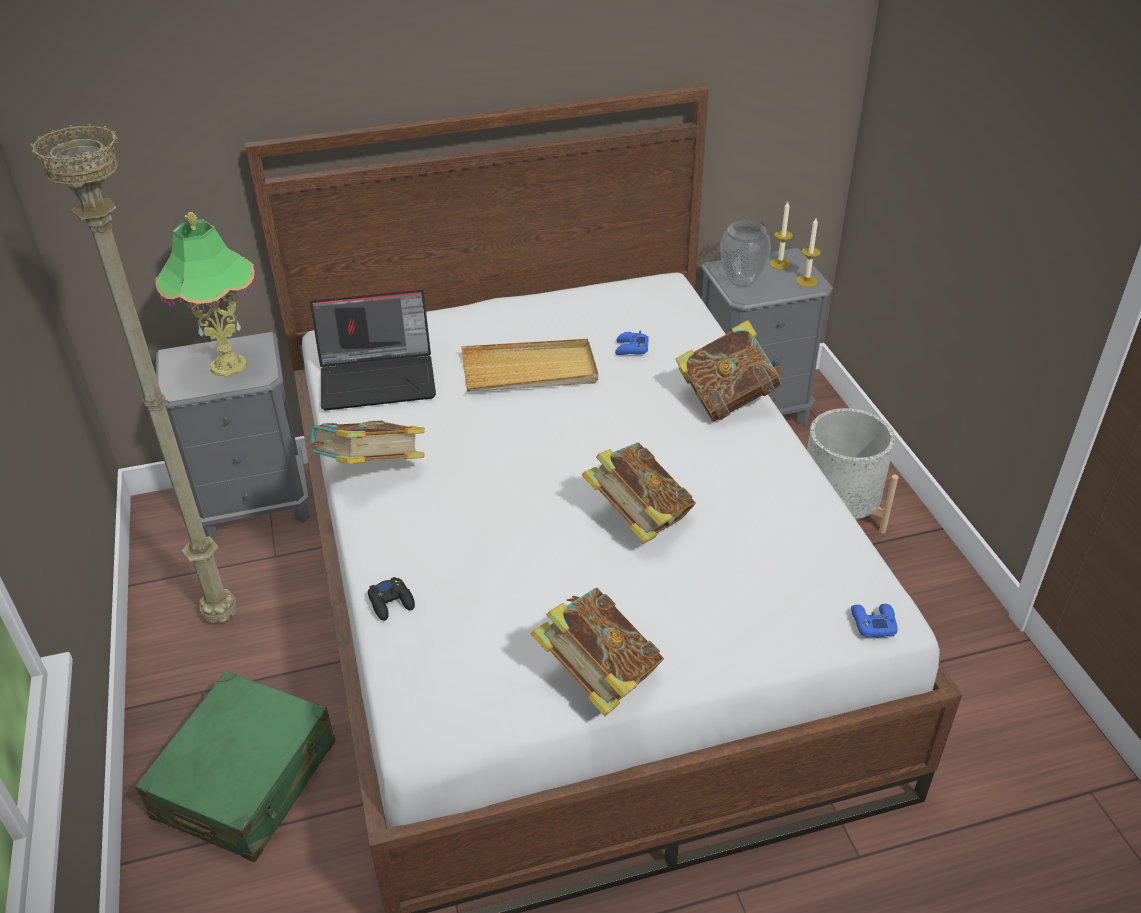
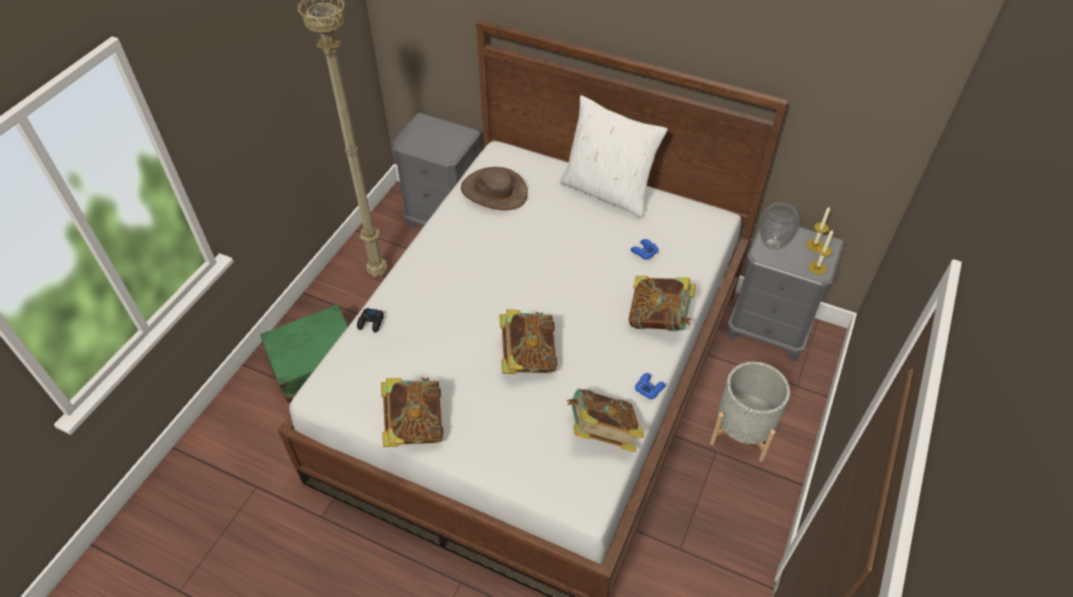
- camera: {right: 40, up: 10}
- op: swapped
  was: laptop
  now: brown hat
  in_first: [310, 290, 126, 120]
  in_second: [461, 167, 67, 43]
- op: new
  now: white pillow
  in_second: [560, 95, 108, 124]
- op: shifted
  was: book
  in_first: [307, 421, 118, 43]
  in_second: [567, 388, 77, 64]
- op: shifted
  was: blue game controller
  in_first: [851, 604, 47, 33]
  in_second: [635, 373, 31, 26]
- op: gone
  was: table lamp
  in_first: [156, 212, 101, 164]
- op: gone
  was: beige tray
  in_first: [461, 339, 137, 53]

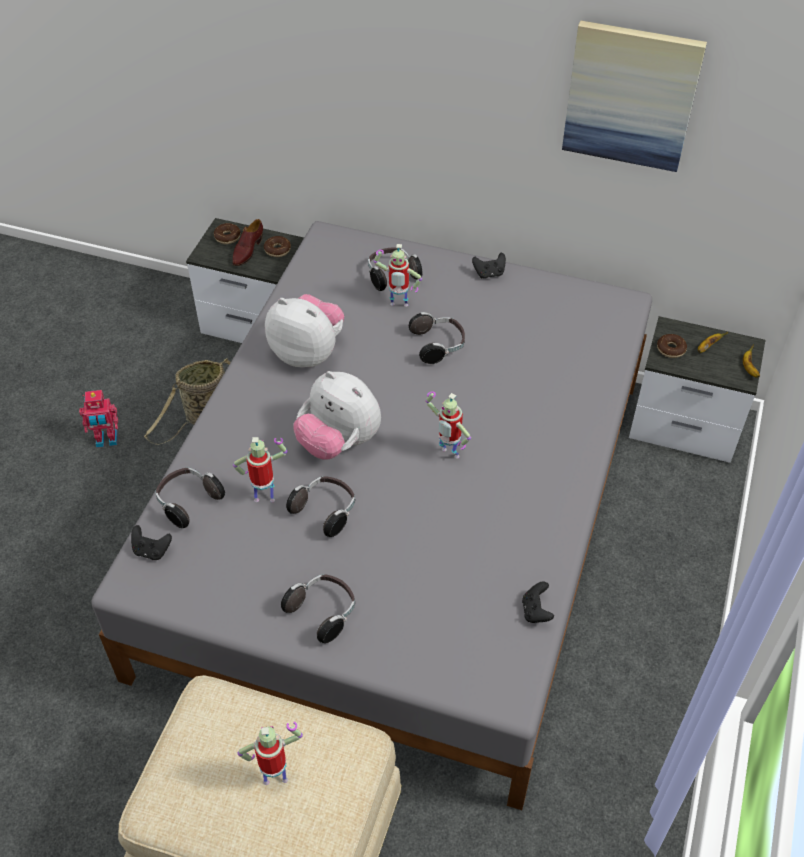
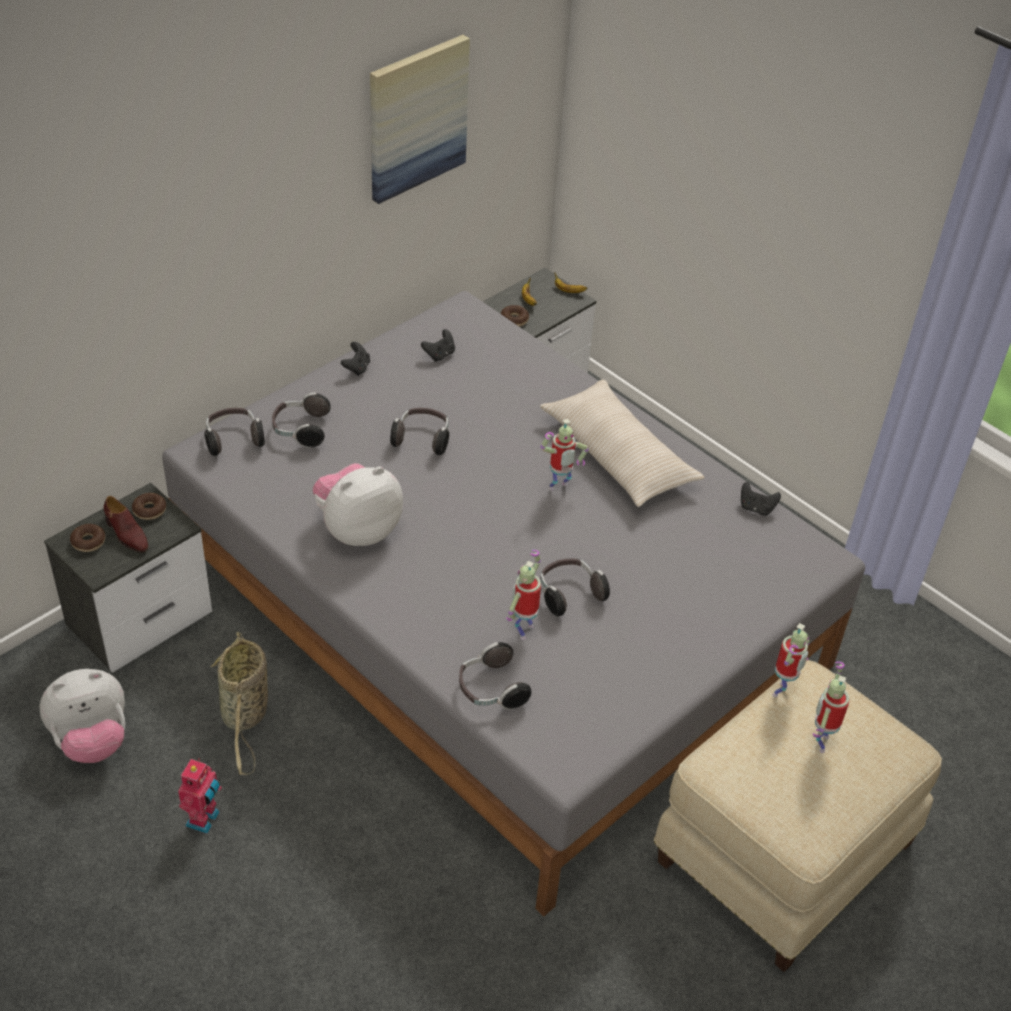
- camera: {right: -65, up: -5}
- op: shifted
  was: plush toy
  in_first: [293, 371, 88, 89]
  in_second: [39, 669, 86, 94]
- op: shifted
  was: headphones
  in_first: [281, 574, 74, 69]
  in_second: [204, 408, 61, 48]
- op: shifted
  was: black game controller
  in_first: [131, 525, 41, 35]
  in_second: [421, 329, 34, 33]
- op: new
  now: beige pillow
  in_second: [540, 380, 165, 127]
- op: shifted
  was: toy robot
  in_first: [374, 244, 48, 63]
  in_second: [772, 623, 37, 74]

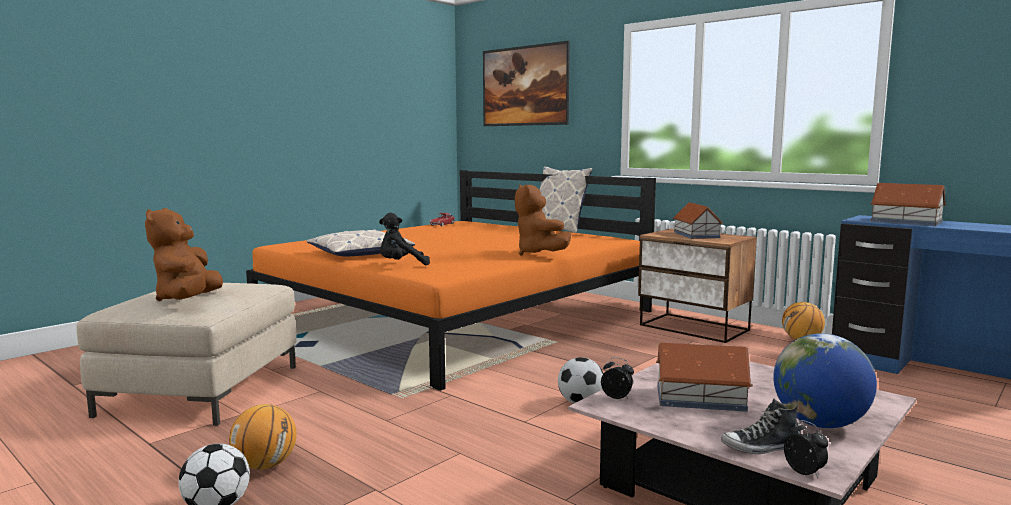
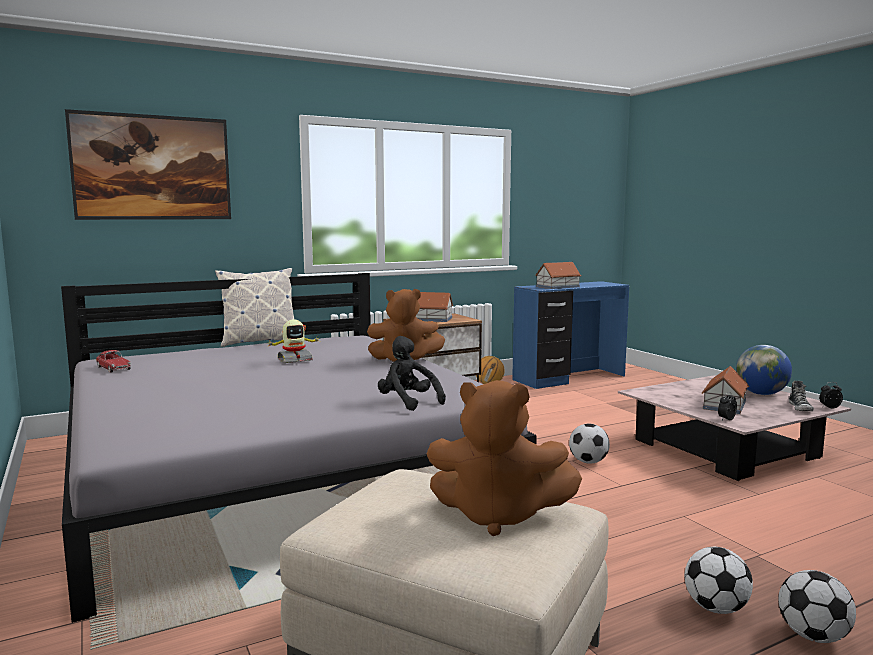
- camera: {right: -70, up: 0}
- op: repainted
  was: orange bed
  now: grey bed
  in_first: [246, 170, 410, 221]
  in_second: [61, 273, 476, 350]
- op: new
  now: toy robot
  in_second: [269, 319, 51, 44]
- op: rotated
  was: black plush toy
  in_first: [379, 213, 51, 52]
  in_second: [378, 336, 68, 75]
  clockwise: 135
- op: swapped
  was: basketball
  now: football
  in_first: [229, 404, 68, 66]
  in_second: [684, 547, 69, 67]
- op: gone
  was: pillow
  in_first: [307, 229, 108, 27]

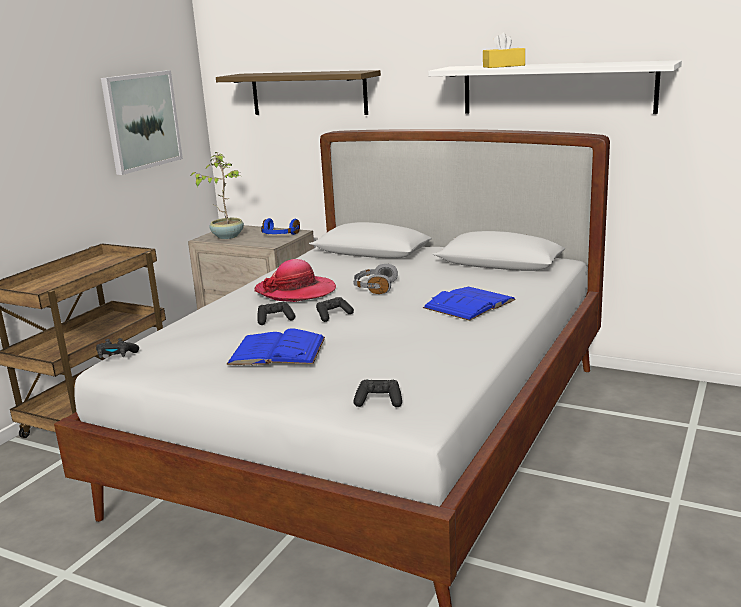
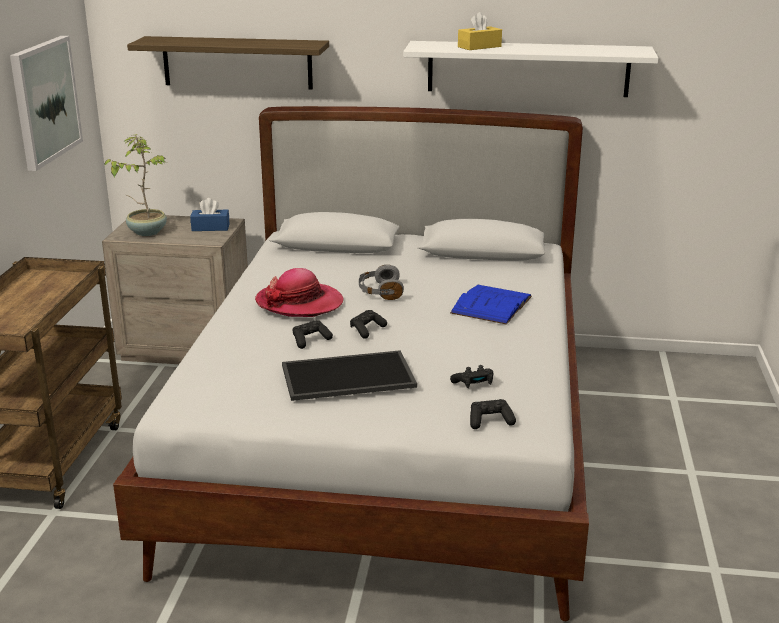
- camera: {right: -20, up: 5}
- op: swapped
  was: blue headphones
  now: blue tissue box
  in_first: [261, 218, 39, 17]
  in_second: [190, 198, 40, 33]
- op: swapped
  was: blue book
  now: tray
  in_first: [227, 328, 98, 37]
  in_second: [282, 350, 135, 51]
- op: shifted
  was: black game controller
  in_first: [96, 338, 43, 20]
  in_second: [450, 365, 44, 23]

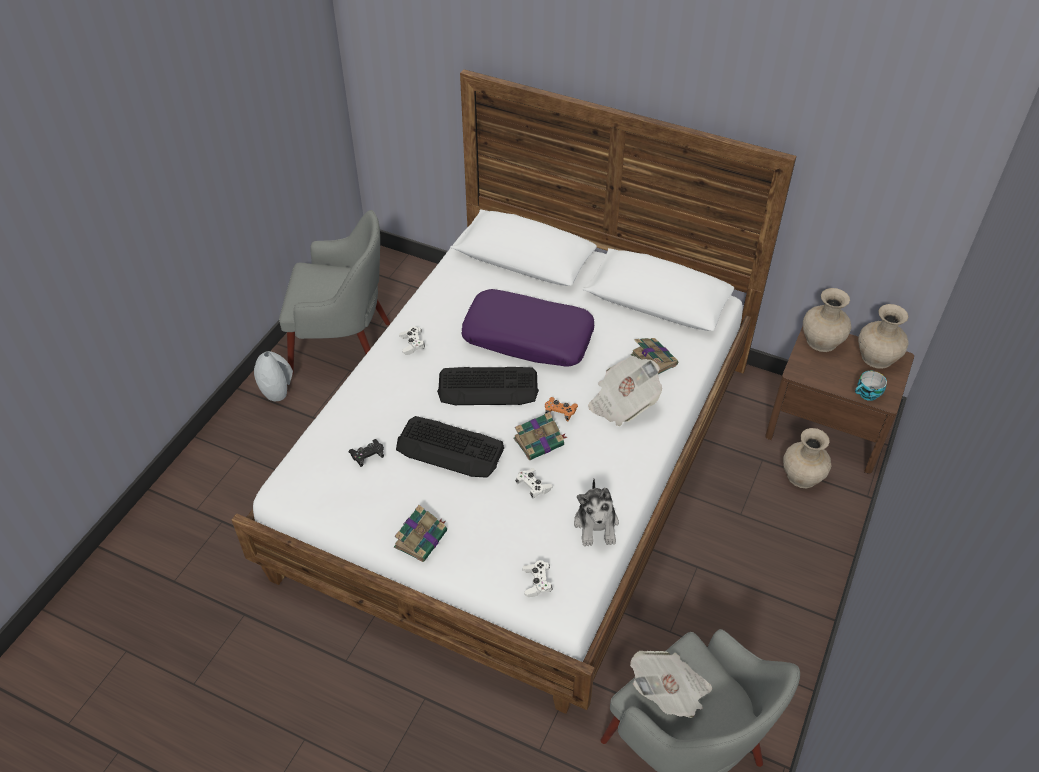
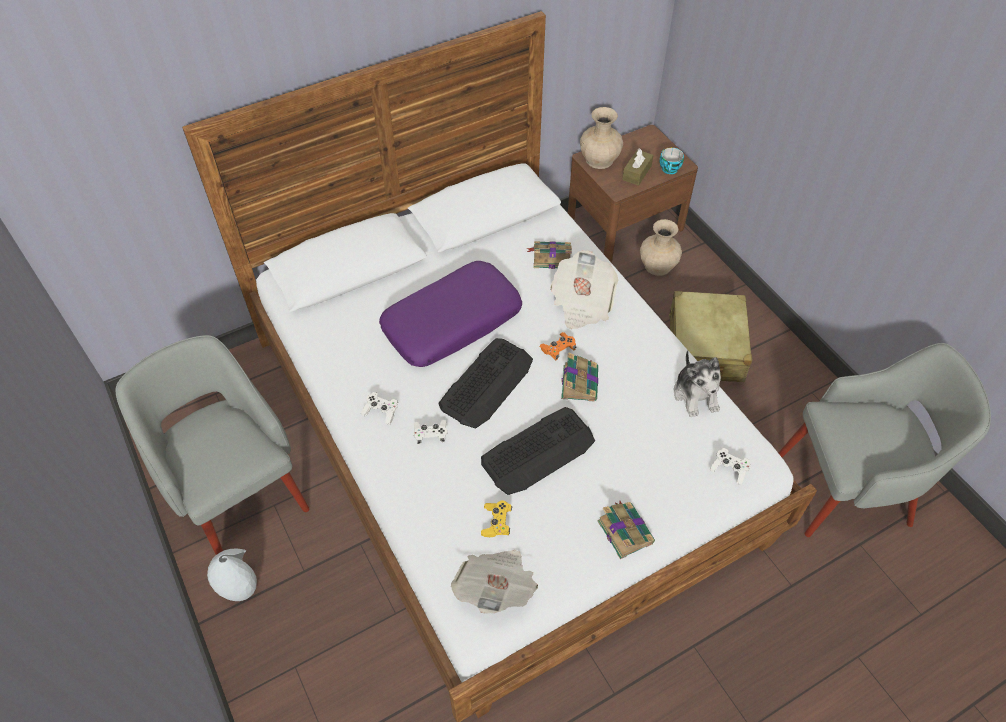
- camera: {right: -55, up: 5}
- op: rotated
  was: grey armchair
  in_first: [279, 210, 111, 166]
  in_second: [115, 335, 194, 220]
  clockwise: -75
- op: shifted
  was: white game controller
  in_first: [515, 468, 38, 31]
  in_second: [413, 420, 35, 25]
- op: shifted
  was: newspaper
  in_first: [630, 651, 82, 67]
  in_second: [451, 550, 87, 64]
- op: repainted
  was: black game controller
  now: yellow game controller
  in_first: [349, 439, 35, 28]
  in_second: [481, 501, 32, 36]
- op: new
  now: brown tissue box
  in_second: [622, 149, 31, 37]
- op: new
  now: beige suitcase
  in_second: [669, 291, 83, 91]
- op: rotated
  was: plush toy
  in_first: [574, 479, 45, 67]
  in_second: [674, 350, 47, 67]
  clockwise: 45
- op: gone
  was: beige vase
  in_first: [858, 304, 51, 65]

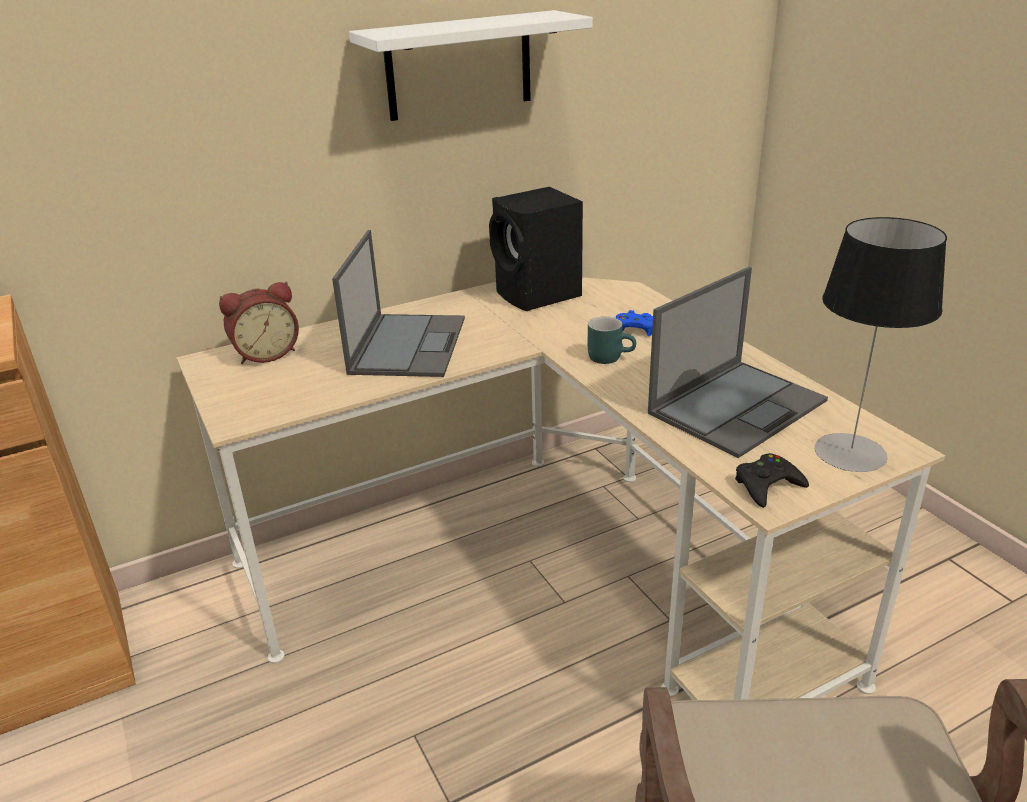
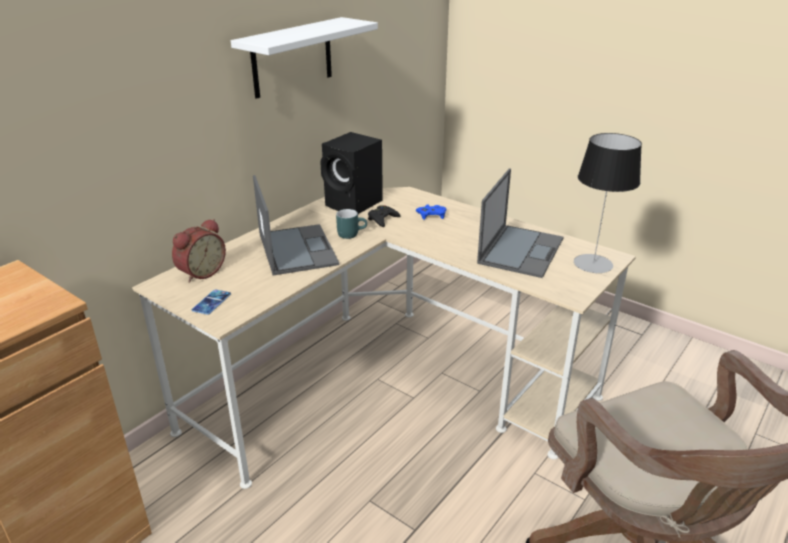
- camera: {right: -25, up: 0}
- op: new
  now: phone
  in_second: [192, 289, 39, 26]
- op: shifted
  was: turquoise mug
  in_first: [588, 317, 48, 47]
  in_second: [336, 209, 31, 30]
- op: shifted
  was: black game controller
  in_first: [735, 453, 74, 55]
  in_second: [368, 205, 33, 22]

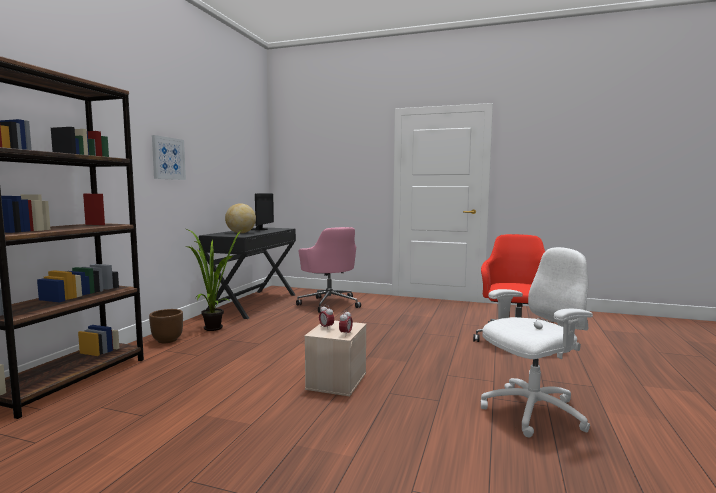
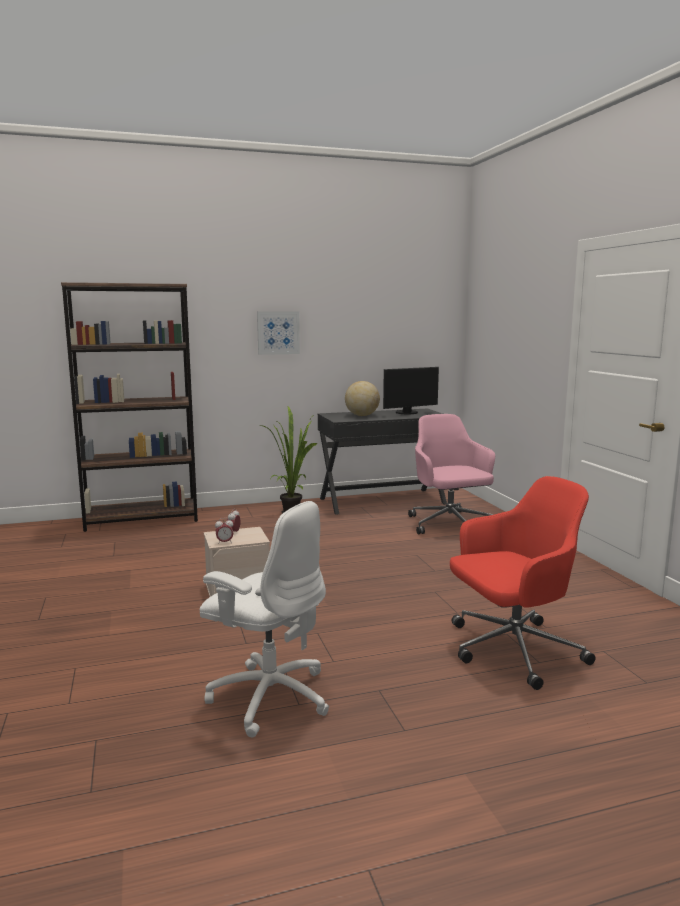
- camera: {right: 55, up: 5}
- op: rotated
  was: pink office chair
  in_first: [296, 227, 65, 86]
  in_second: [408, 414, 87, 120]
  clockwise: 135
- op: gone
  was: brown planter
  in_first: [149, 309, 34, 34]

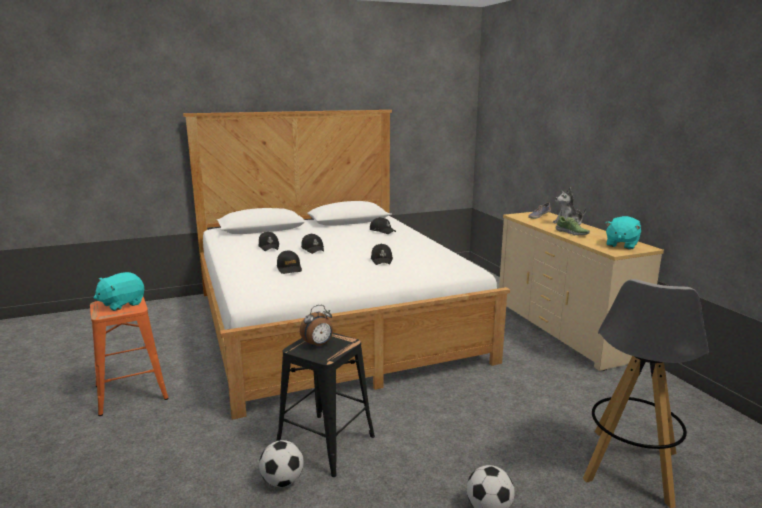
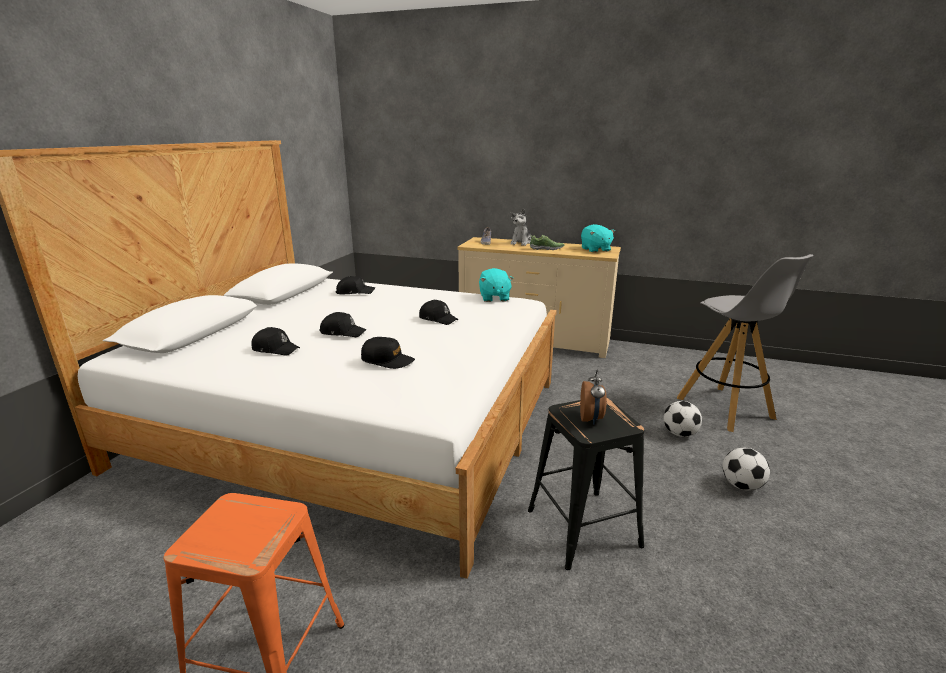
- camera: {right: -50, up: 5}
- op: shifted
  was: turquoise plush toy
  in_first: [94, 272, 50, 39]
  in_second: [479, 268, 34, 34]
- op: shifted
  was: football
  in_first: [259, 440, 45, 47]
  in_second: [664, 401, 38, 36]

